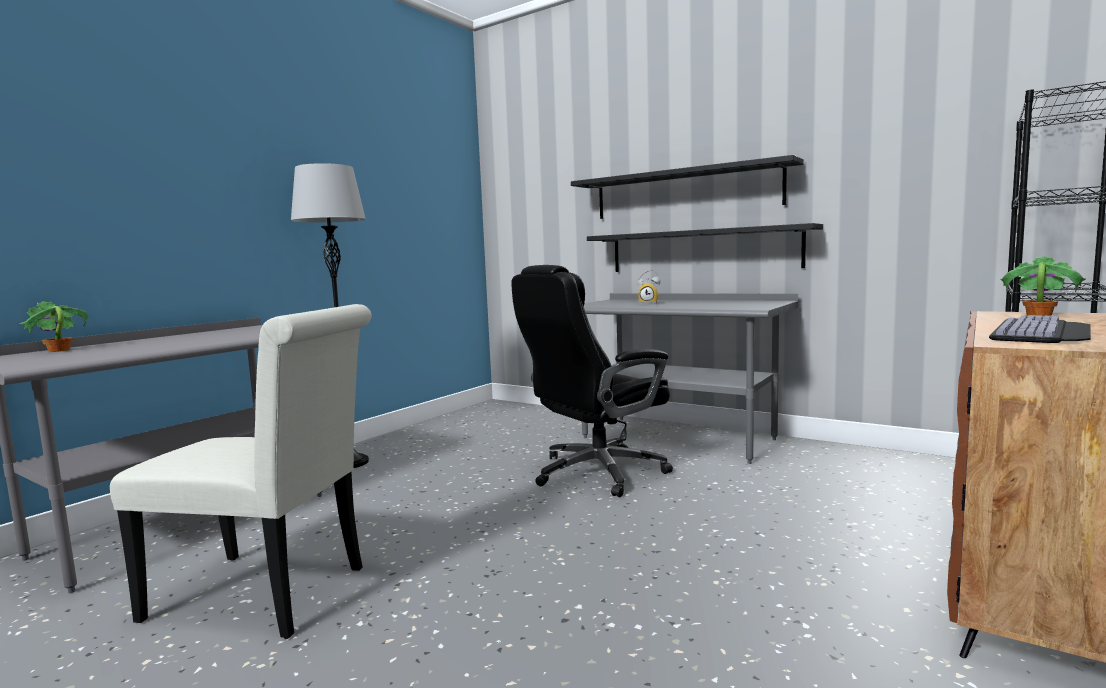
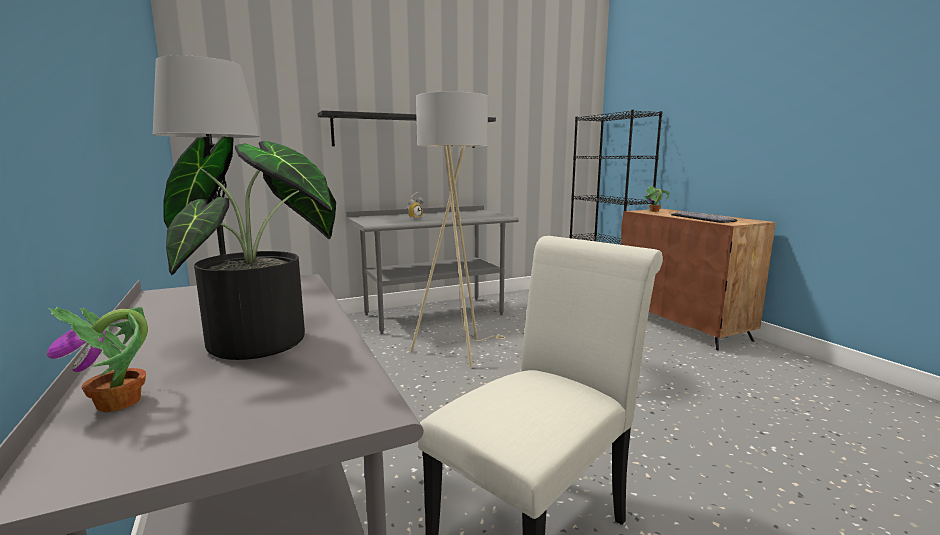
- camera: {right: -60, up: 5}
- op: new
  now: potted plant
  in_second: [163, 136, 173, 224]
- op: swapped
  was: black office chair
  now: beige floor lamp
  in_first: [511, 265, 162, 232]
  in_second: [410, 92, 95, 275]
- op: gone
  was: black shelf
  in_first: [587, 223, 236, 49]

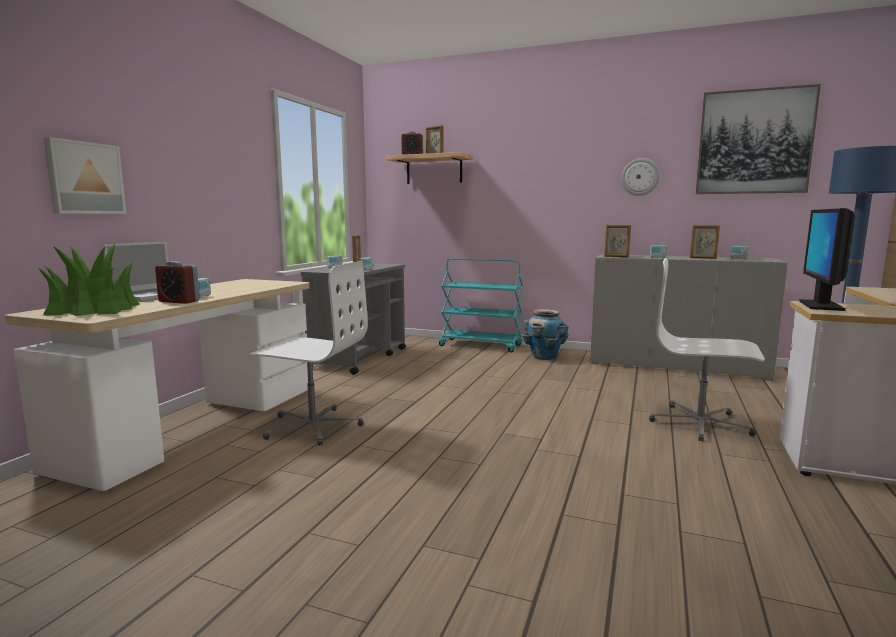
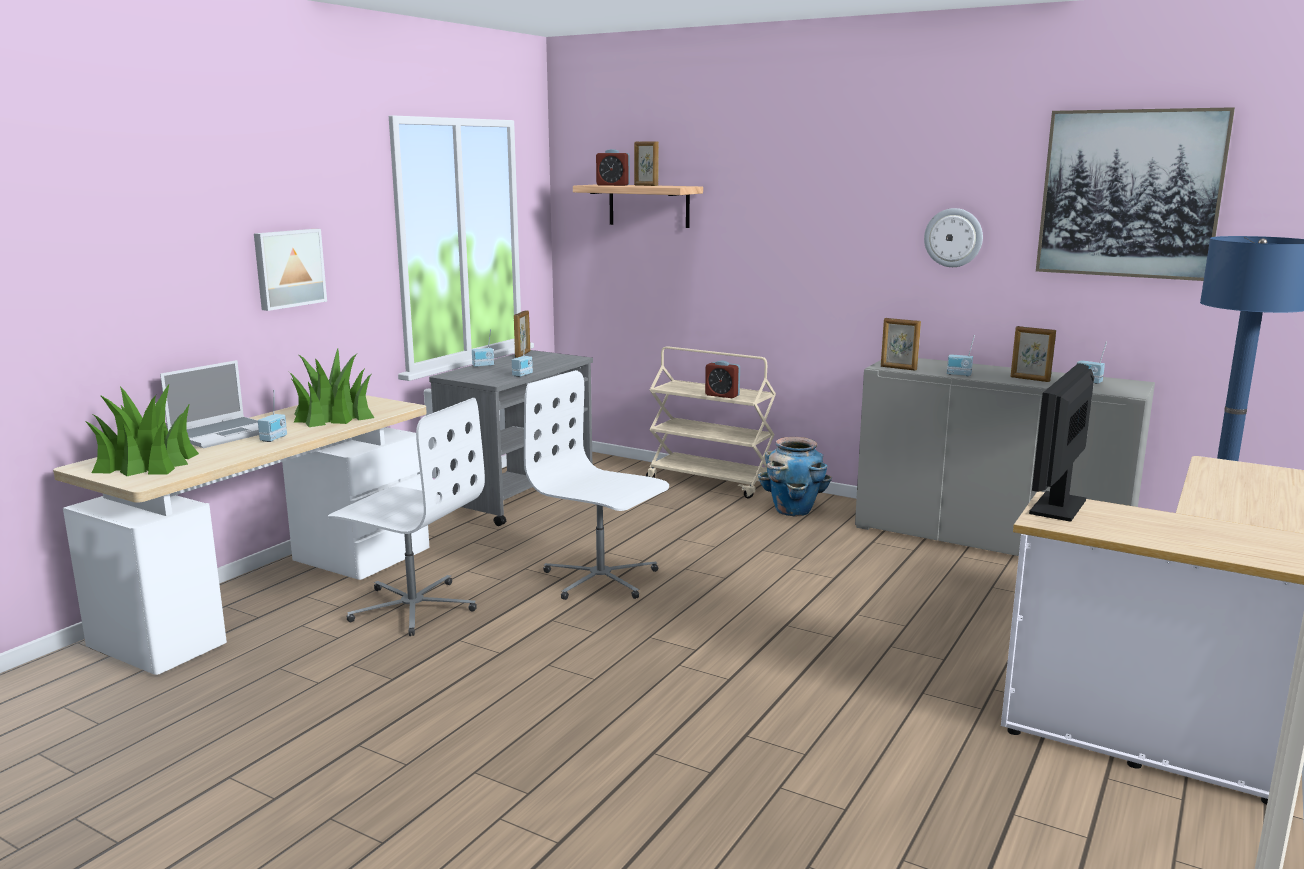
- camera: {right: 10, up: 5}
- op: shifted
  was: picture
  in_first: [43, 137, 84, 77]
  in_second: [254, 229, 73, 82]
- op: new
  now: potted plant
  in_second: [289, 348, 85, 79]
- op: shifted
  was: white office chair
  in_first: [649, 258, 116, 183]
  in_second: [524, 370, 145, 230]
- op: repainted
  was: turquoise cart
  now: beige cart
  in_first: [439, 258, 84, 95]
  in_second: [646, 346, 130, 152]
- op: shifted
  was: alarm clock
  in_first: [155, 261, 45, 43]
  in_second: [705, 361, 35, 37]

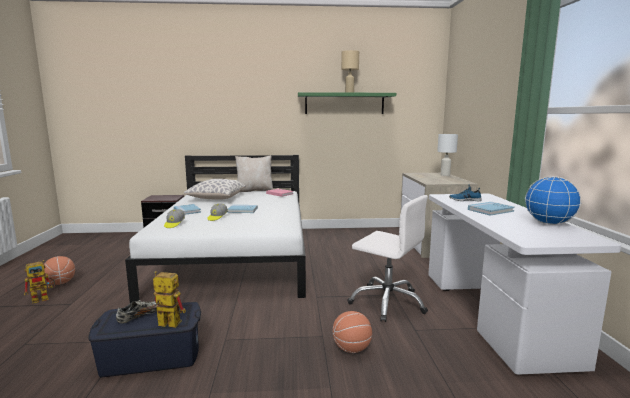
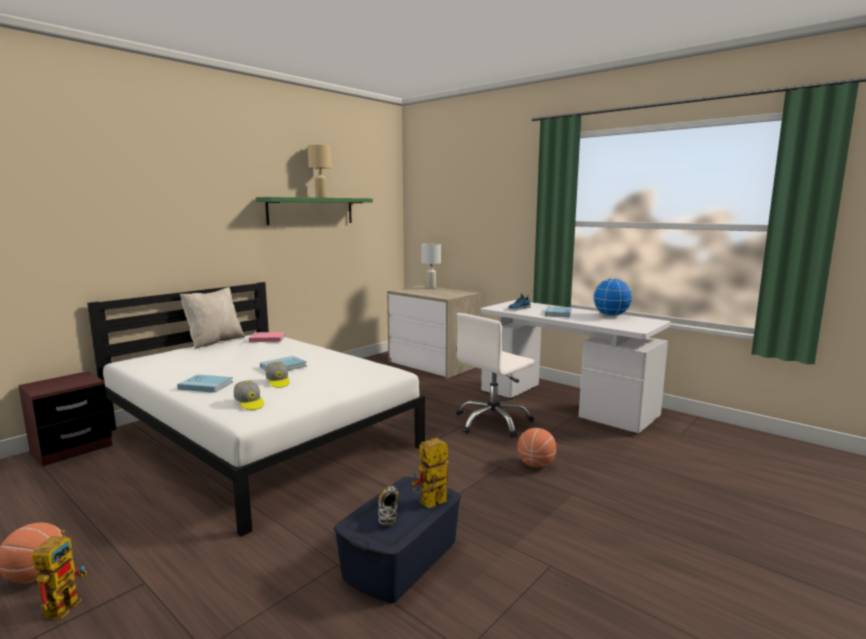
- camera: {right: -45, up: 0}
- op: rotated
  was: white office chair
  in_first: [347, 195, 81, 127]
  in_second: [456, 313, 79, 125]
  clockwise: 150
- op: gone
  was: pillow
  in_first: [184, 179, 62, 21]

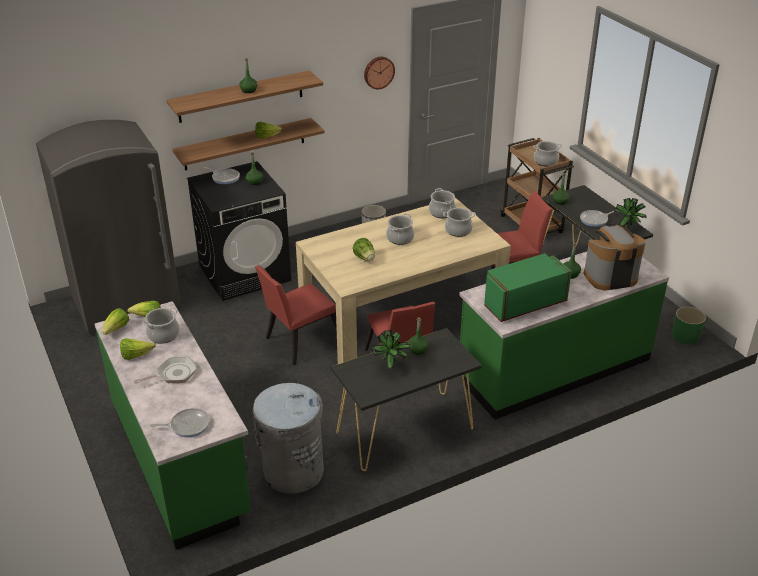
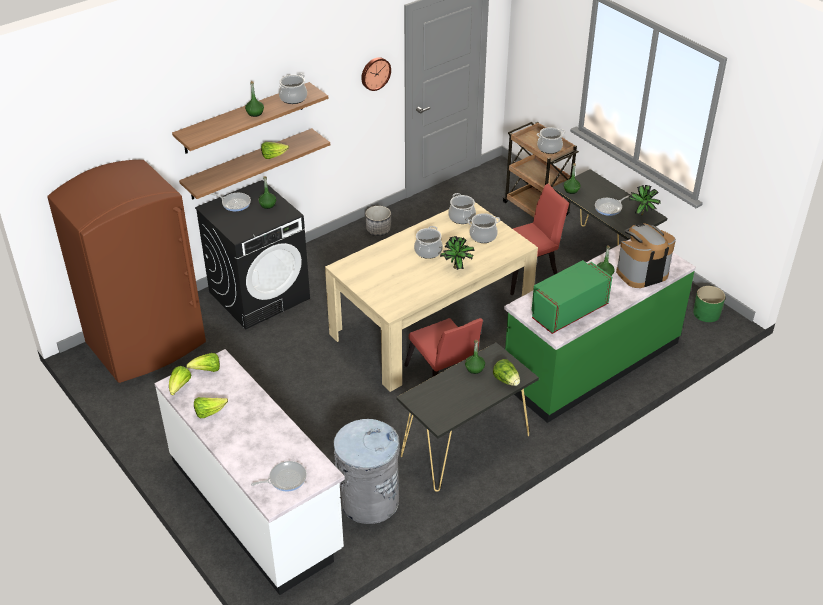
- camera: {right: -10, up: 5}
- op: repainted
  was: grey fridge
  now: brown fridge
  in_first: [36, 120, 145, 214]
  in_second: [47, 160, 159, 223]
- op: repainted
  was: green counter
  now: white counter
  in_first: [95, 301, 156, 249]
  in_second: [154, 349, 191, 246]
- op: shifted
  was: cooking pot
  in_first: [142, 307, 38, 37]
  in_second: [279, 73, 28, 31]
- op: shifted
  was: potted plant
  in_first: [371, 330, 39, 39]
  in_second: [440, 236, 35, 34]
- op: shifted
  was: lettuce
  in_first: [353, 238, 22, 23]
  in_second: [493, 359, 27, 27]
- op: gone
  was: frying pan
  in_first: [134, 357, 63, 27]
- op: gone
  was: red chair
  in_first: [255, 265, 82, 101]

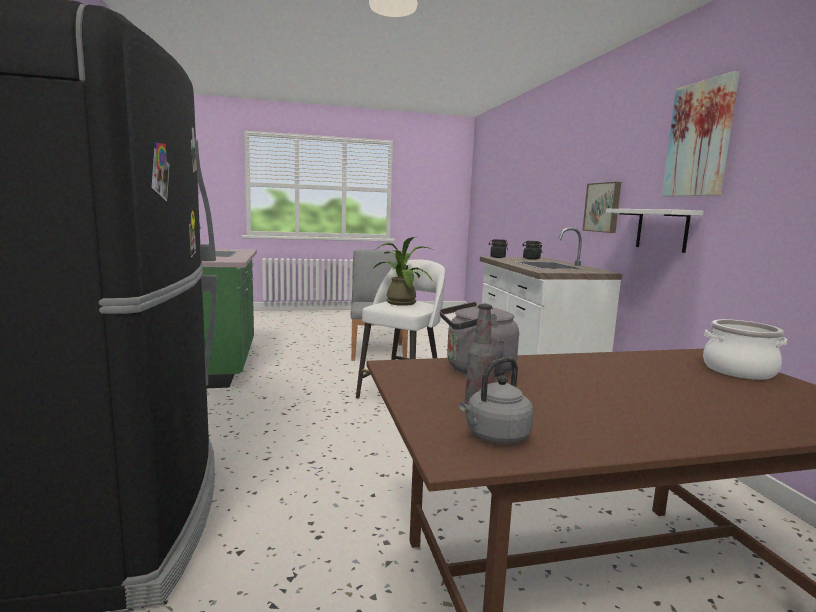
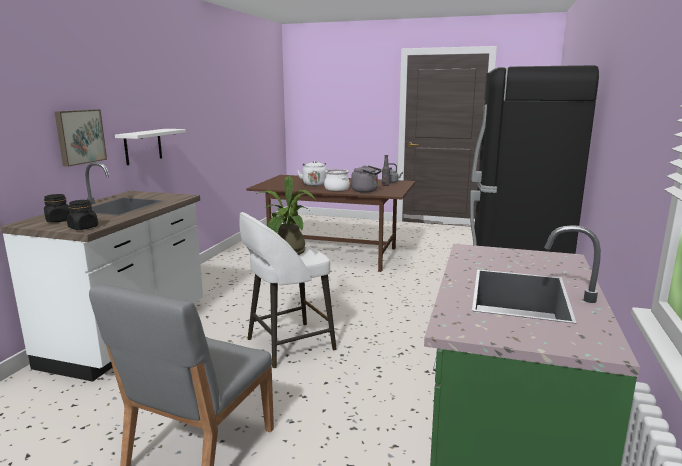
- camera: {right: -150, up: 5}
- op: new
  now: white kettle
  in_second: [297, 161, 30, 25]
- op: shifted
  was: cooking pot
  in_first: [703, 319, 84, 61]
  in_second: [324, 169, 26, 22]
- op: gone
  was: picture
  in_first: [662, 71, 78, 126]

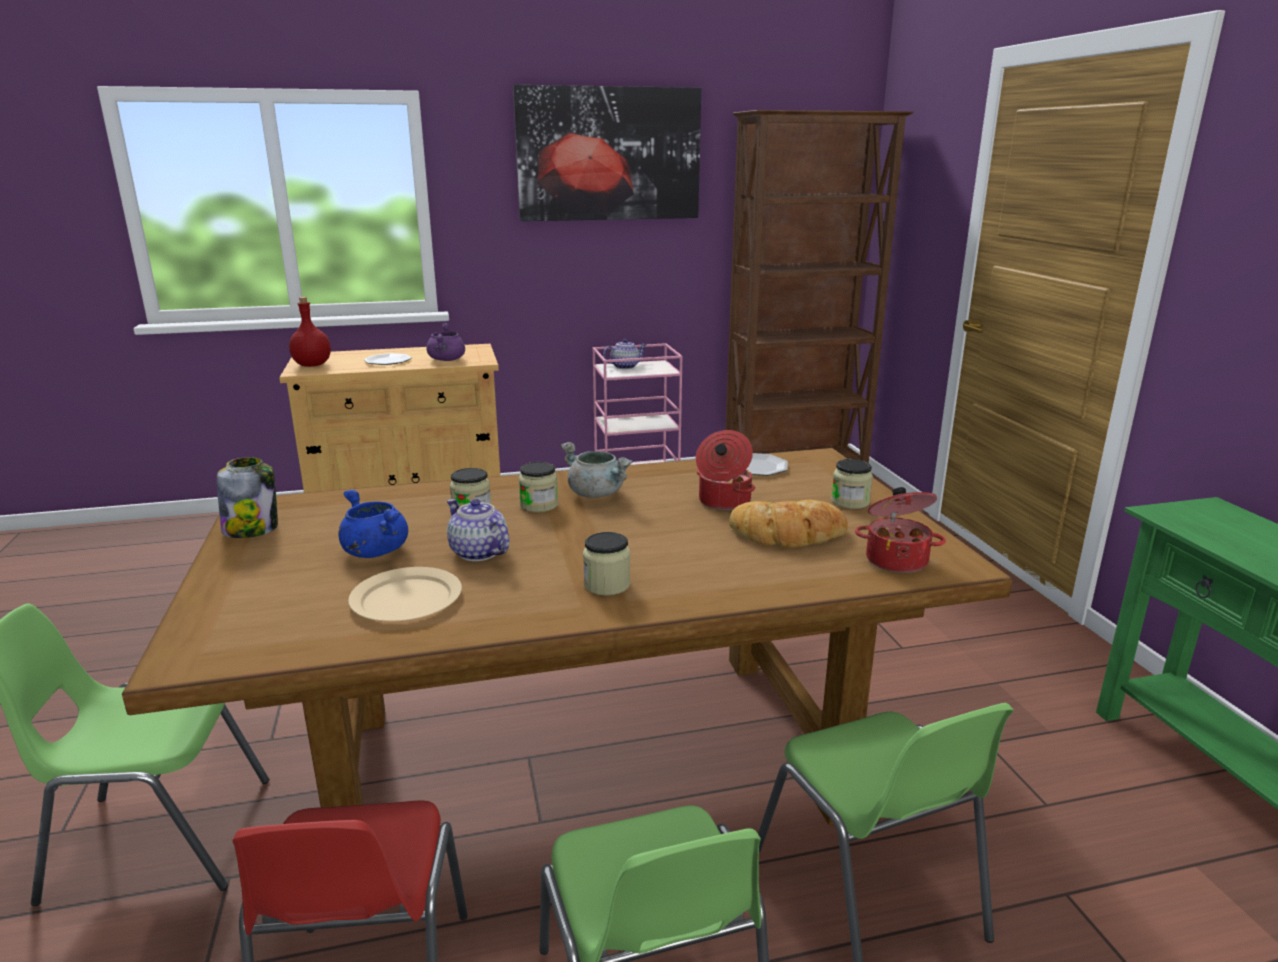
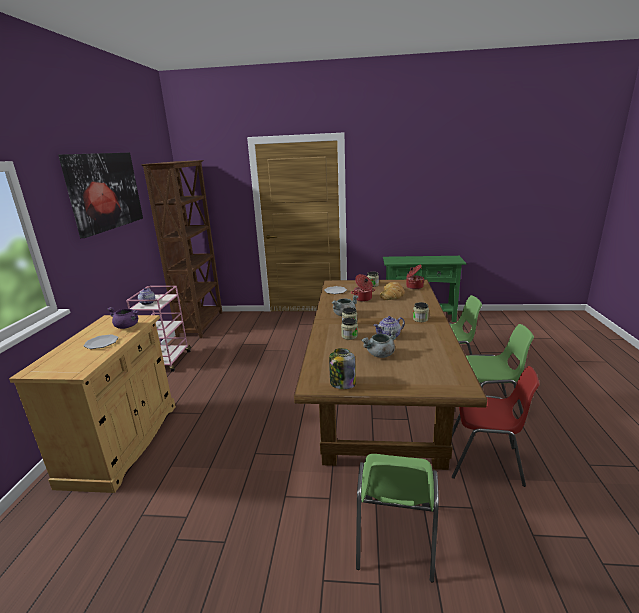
- camera: {right: -70, up: 0}
- op: repainted
  was: blue cooking pot
  now: grey cooking pot
  in_first: [338, 489, 70, 69]
  in_second: [361, 329, 37, 29]
- op: gone
  was: red bottle
  in_first: [289, 297, 42, 70]
- op: gone
  was: beige plate
  in_first: [348, 567, 114, 54]

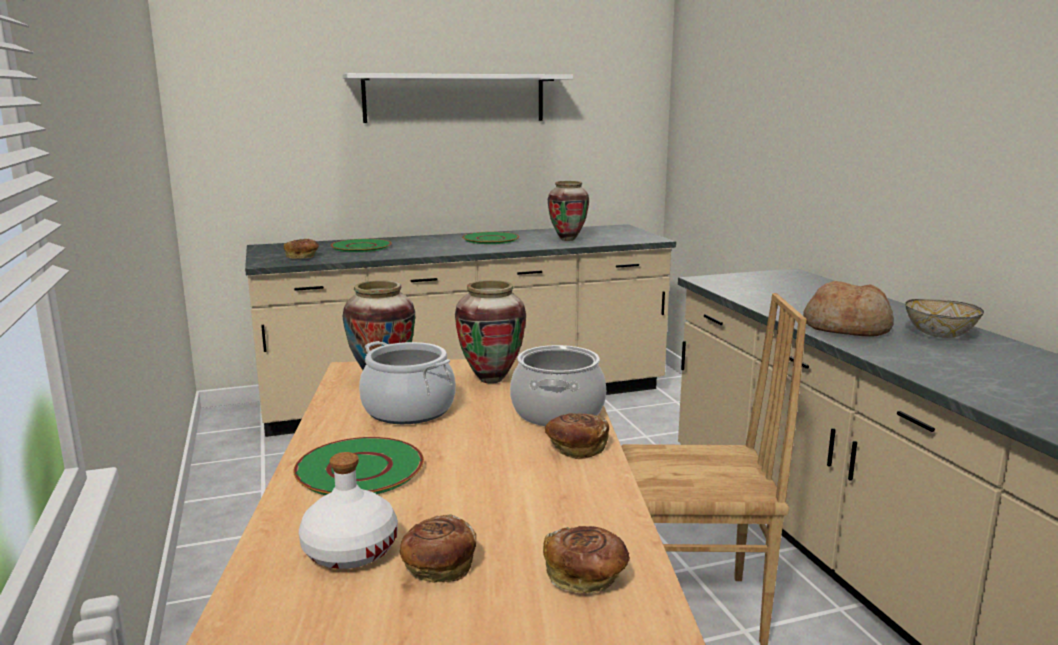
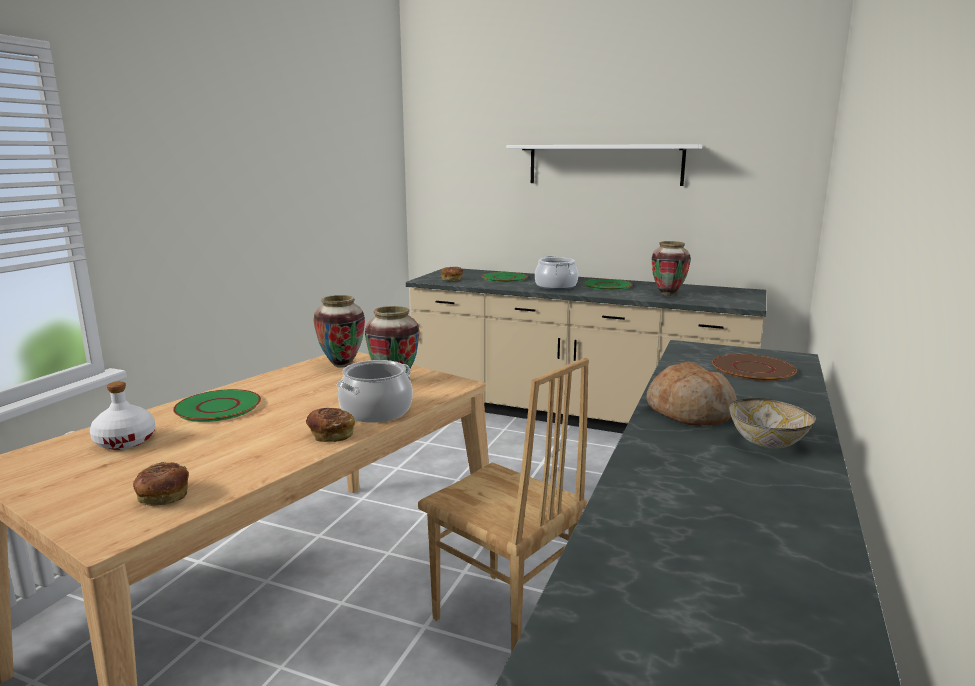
- camera: {right: 40, up: 0}
- op: shifted
  was: cooking pot
  in_first: [359, 341, 97, 83]
  in_second: [535, 256, 43, 34]
- op: new
  now: brown plate
  in_second: [712, 354, 85, 27]
- op: gone
  was: bread
  in_first: [400, 514, 76, 69]

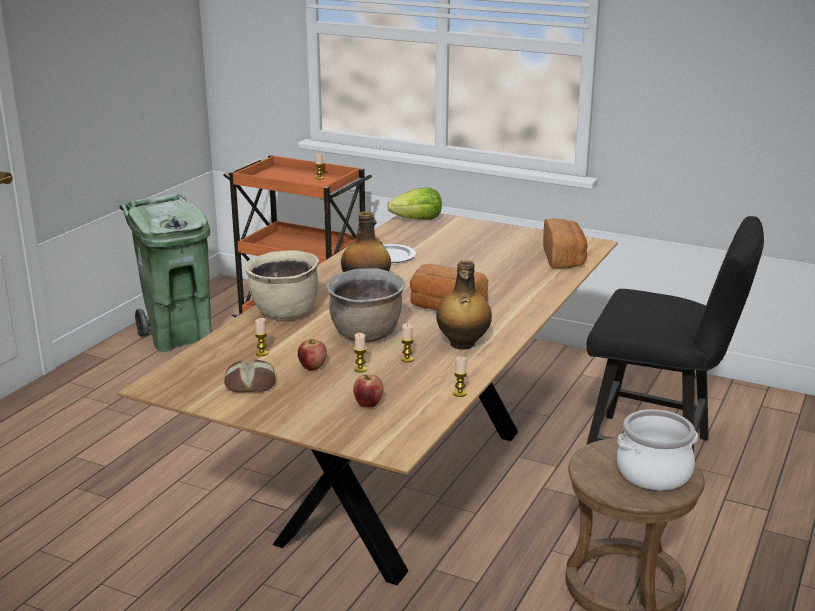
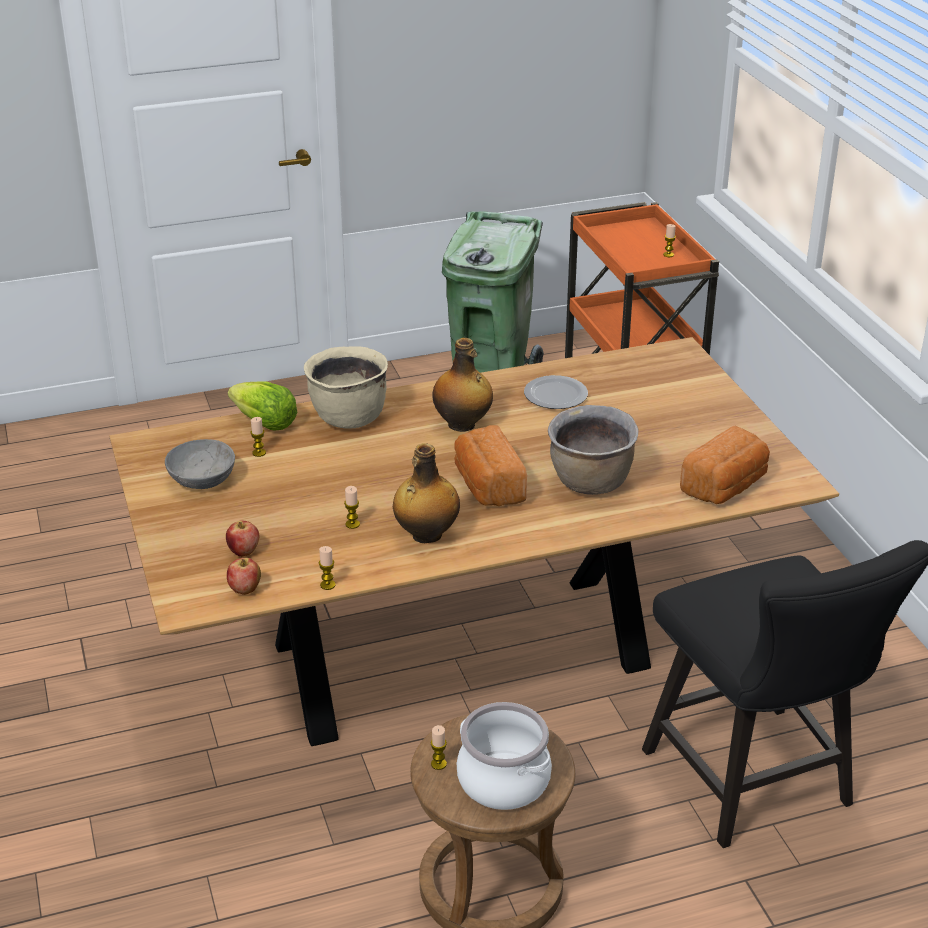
- camera: {right: 45, up: 10}
- op: swapped
  was: bread
  now: grey bowl
  in_first: [224, 360, 52, 32]
  in_second: [165, 439, 70, 50]
- op: shifted
  was: apple
  in_first: [298, 339, 29, 31]
  in_second: [227, 558, 34, 37]
- op: shifted
  was: lettuce
  in_first: [387, 188, 55, 32]
  in_second: [228, 382, 69, 49]
- op: shifted
  was: candle
  in_first: [354, 333, 13, 40]
  in_second: [431, 725, 16, 45]
- op: shifted
  was: brown cooking pot
  in_first: [327, 268, 78, 74]
  in_second: [548, 405, 90, 90]

